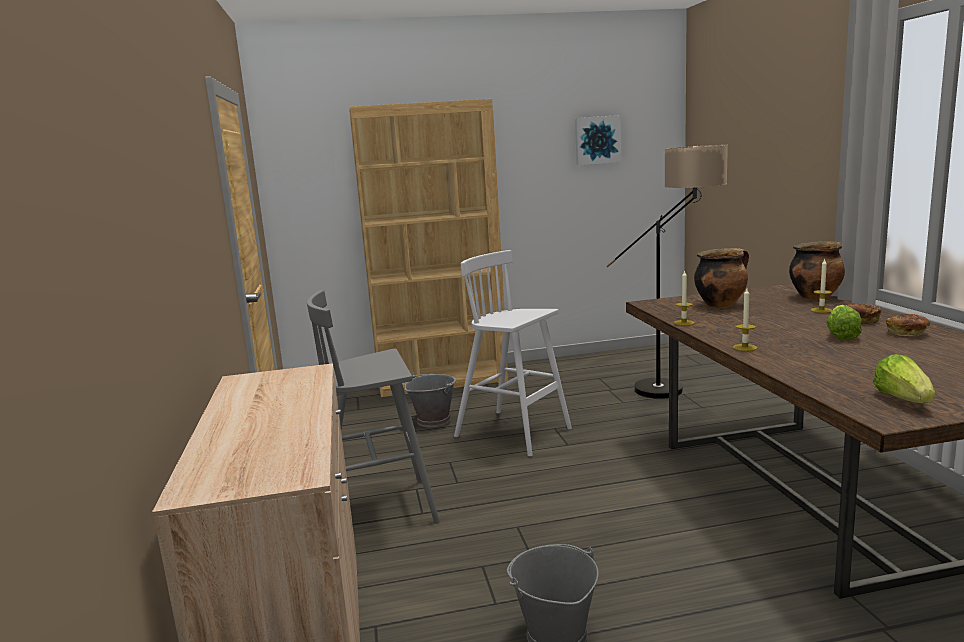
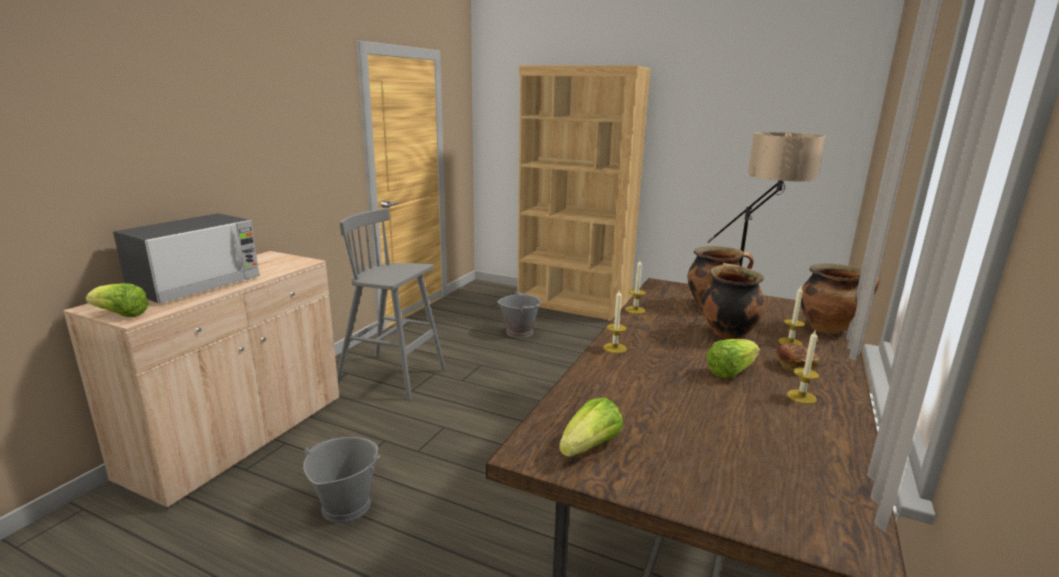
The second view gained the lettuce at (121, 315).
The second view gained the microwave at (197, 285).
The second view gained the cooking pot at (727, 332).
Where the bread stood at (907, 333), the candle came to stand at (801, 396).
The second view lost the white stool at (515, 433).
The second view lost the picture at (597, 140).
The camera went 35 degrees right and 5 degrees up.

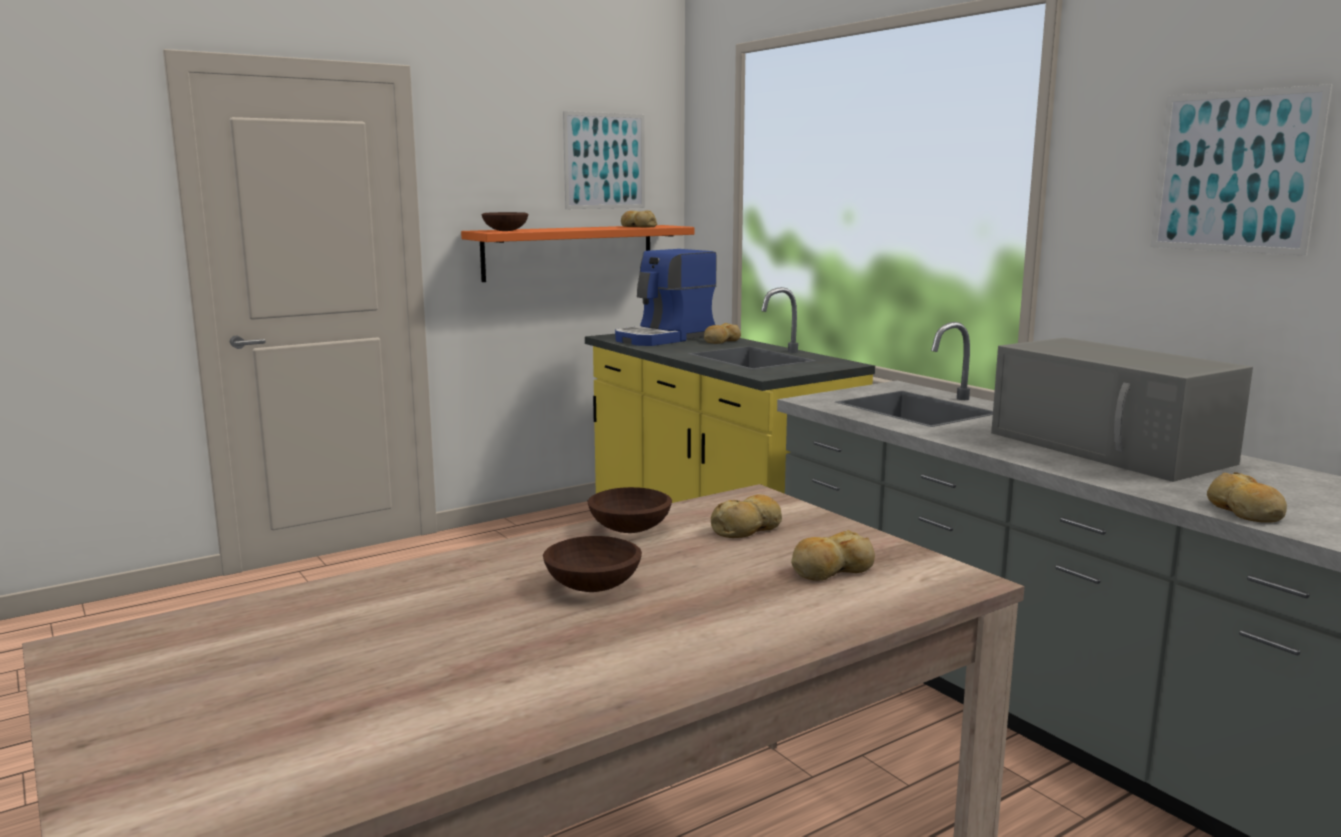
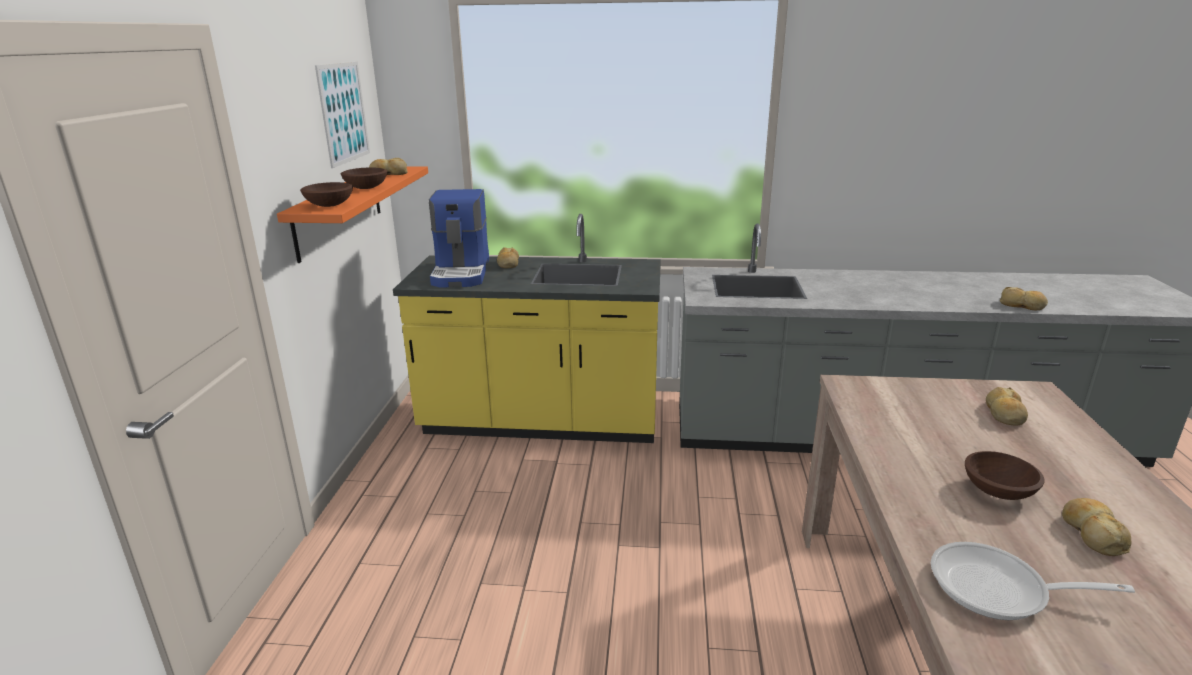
The brown bowl ended up elsewhere, having gone from (629, 529) to (366, 188).
The second view gained the frying pan at (998, 590).
The bread ended up elsewhere, having gone from (748, 528) to (1092, 533).
The second view lost the grey microwave at (1111, 448).
The second view lost the picture at (1234, 172).
The camera went 50 degrees left and 10 degrees up.

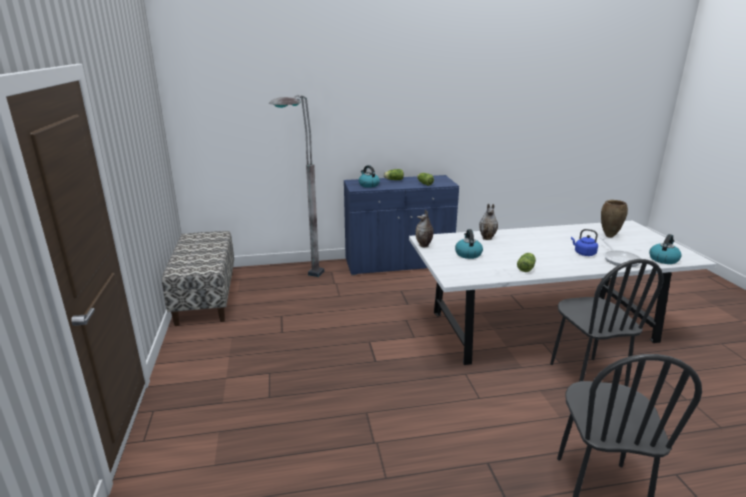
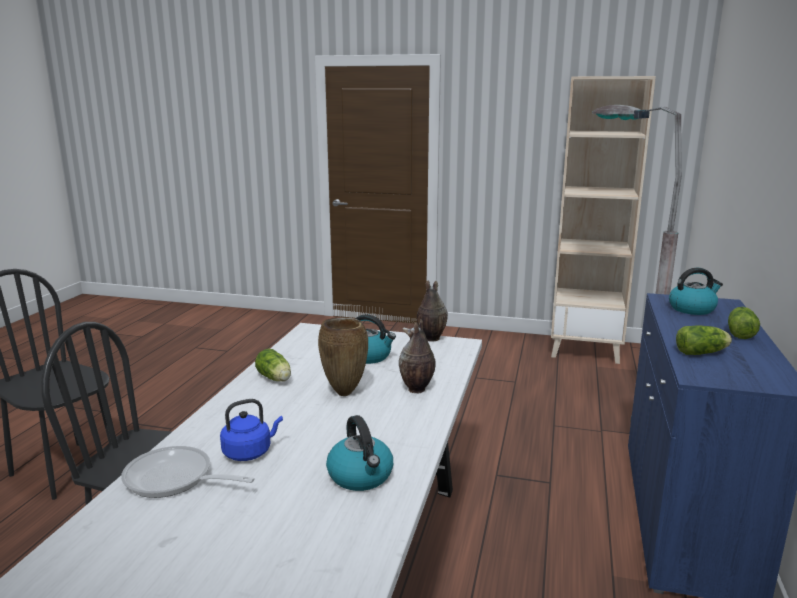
The brown vase ended up elsewhere, having gone from (608, 236) to (345, 393).
The kettle ended up elsewhere, having gone from (663, 259) to (361, 476).
Where the bench stood at (205, 297), the beige bookcase came to stand at (585, 350).
The camera went 115 degrees right and 5 degrees down.

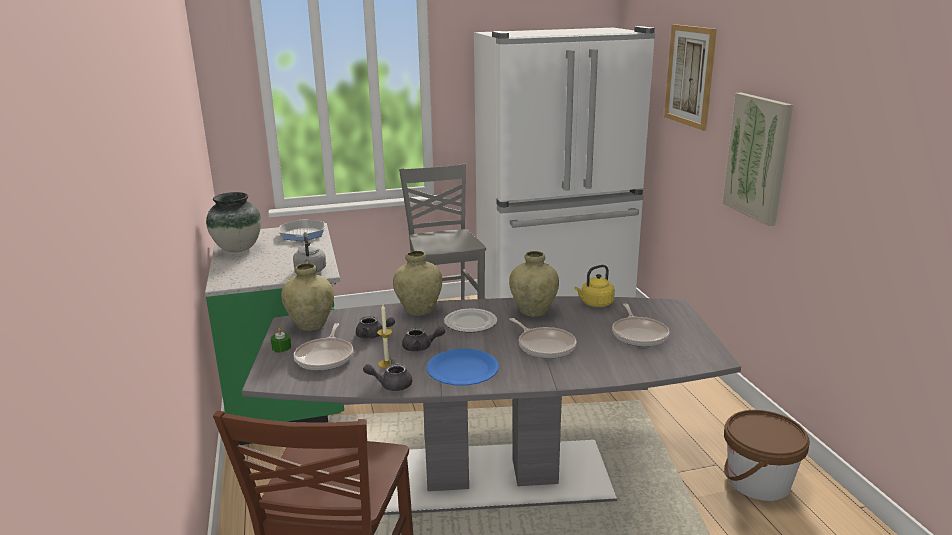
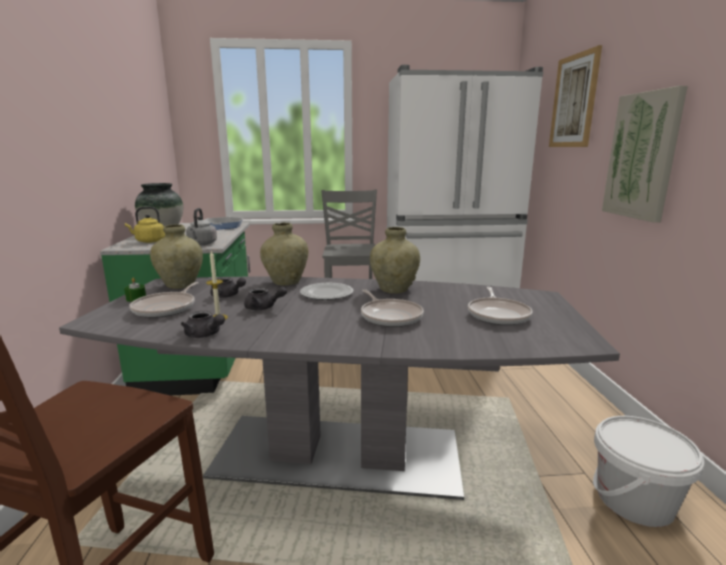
The yellow kettle ended up elsewhere, having gone from (595, 304) to (149, 241).
The grey teapot at (391, 384) ended up facing another way, 150 degrees counterclockwise from before.
What was the brown bucket at (758, 481) turned into the white bucket at (634, 500).
The second view lost the blue plate at (462, 369).
The camera went 10 degrees right and 5 degrees down.

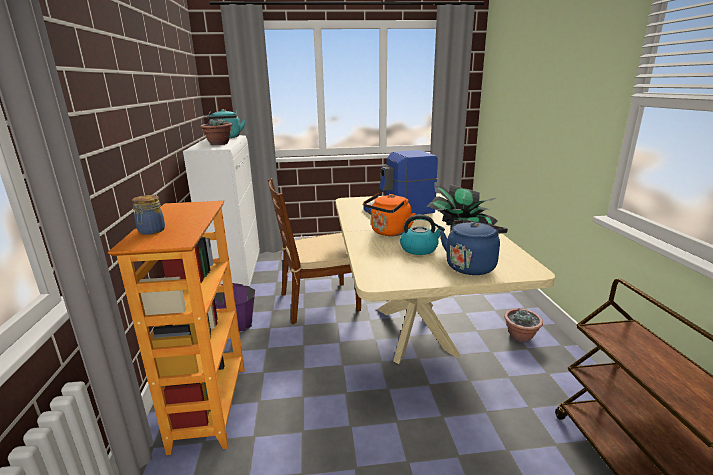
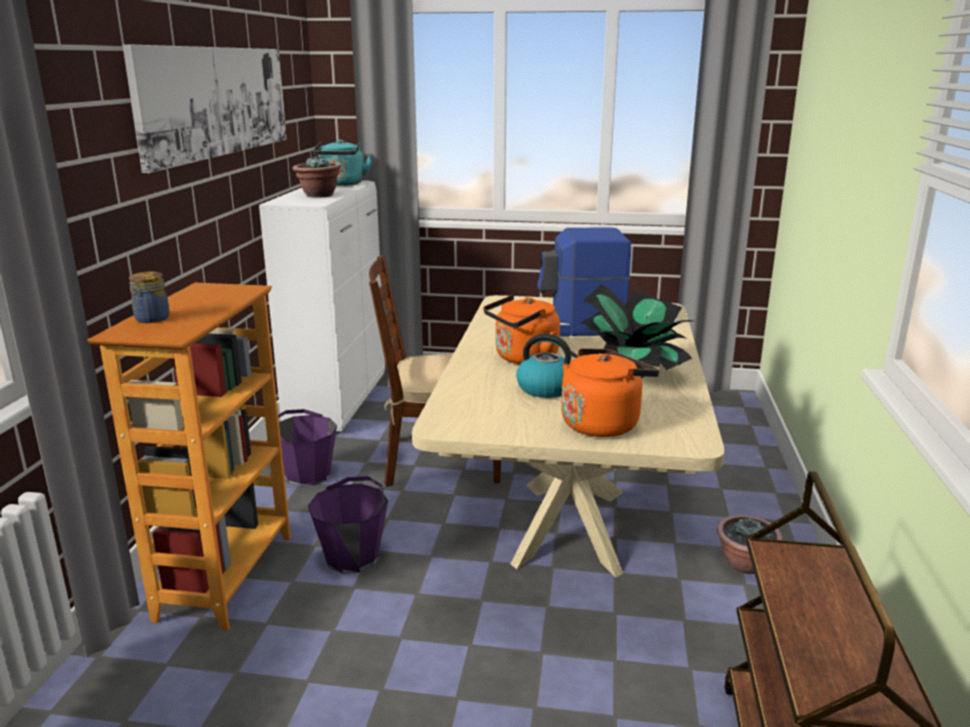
The second view gained the picture at (217, 101).
The second view gained the purple bucket at (352, 557).
What was the blue kettle at (471, 266) turned into the orange kettle at (603, 423).
The camera went 15 degrees right and 0 degrees up.

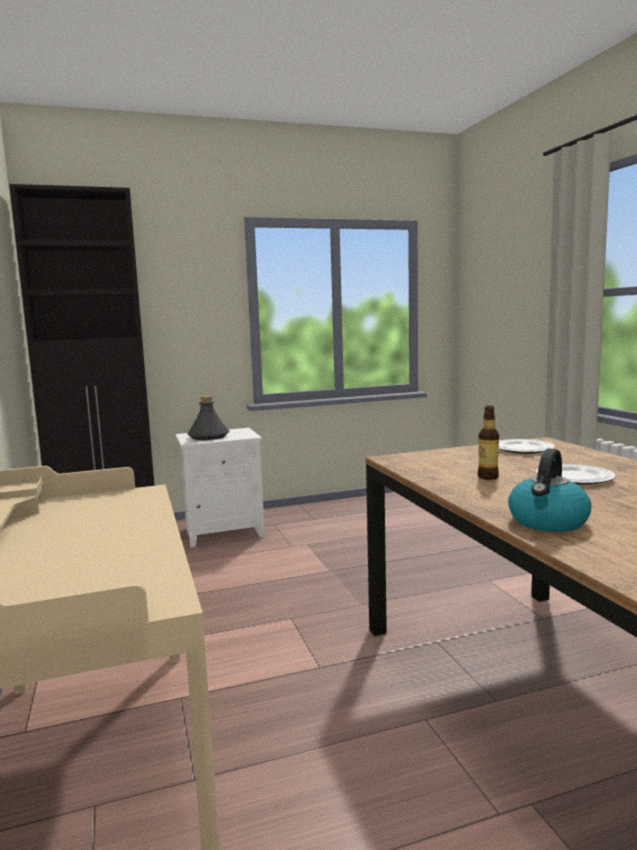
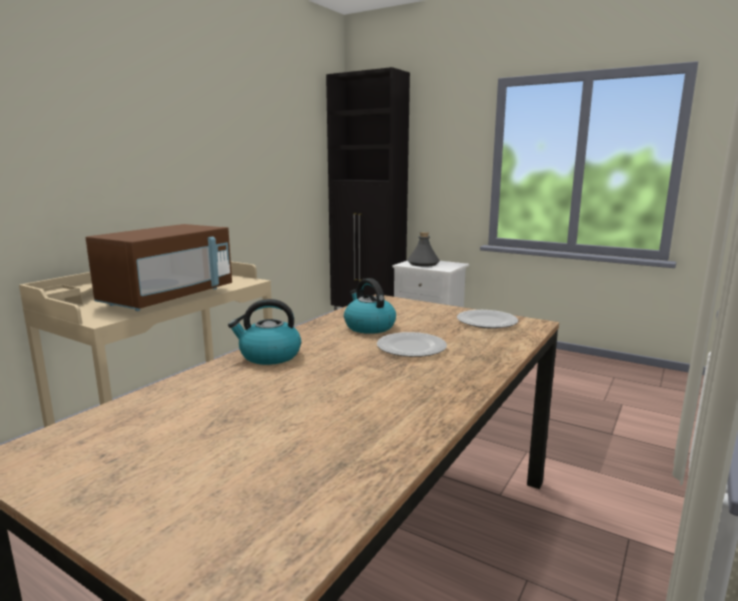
The second view gained the brown microwave at (169, 297).
Where the bottle stood at (488, 477), the kettle came to stand at (369, 327).
The camera went 50 degrees right and 5 degrees up.

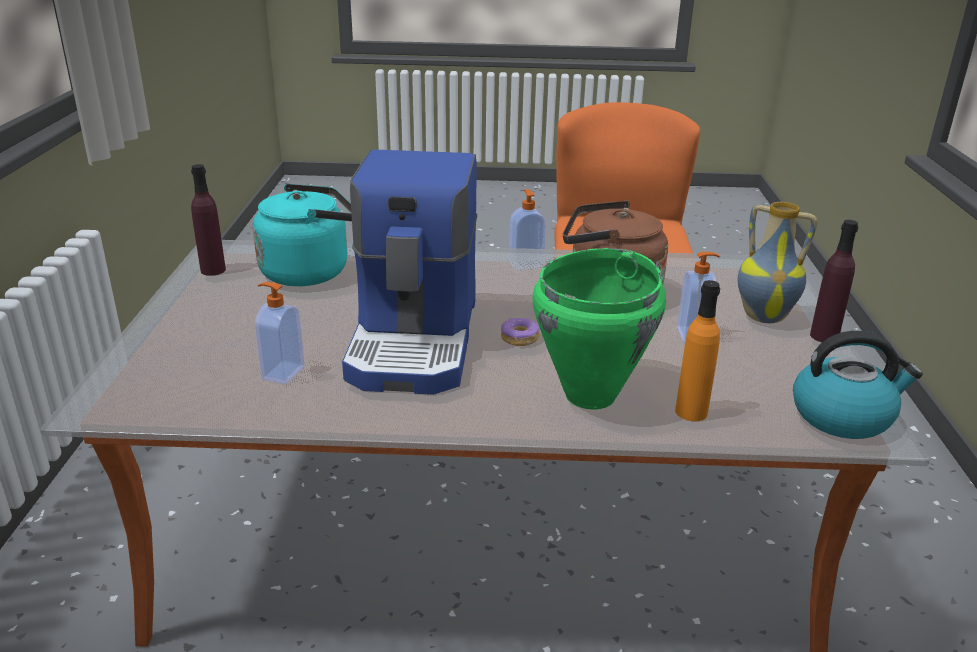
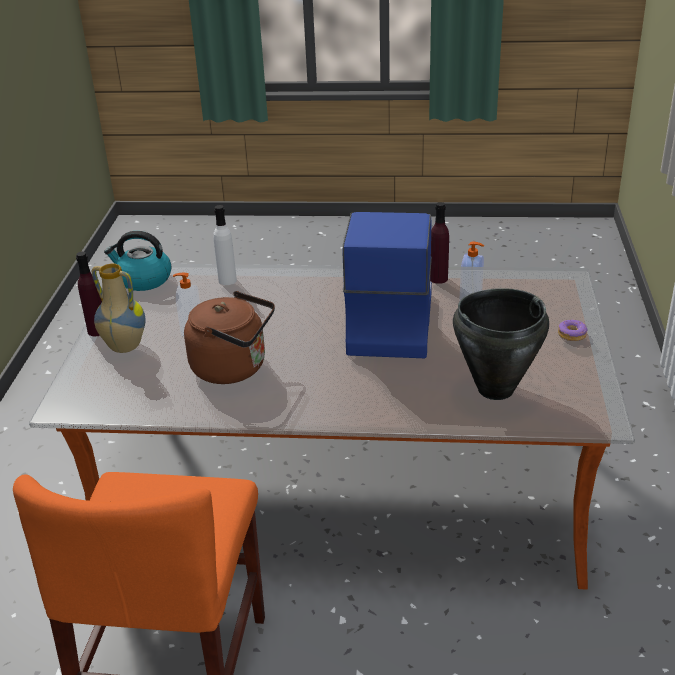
What was the orange bottle at (691, 412) turned into the white bottle at (227, 280).
The purple bottle ended up elsewhere, having gone from (213, 270) to (438, 279).
Where the turquoise kettle stood at (310, 271), the black cooking pot came to stand at (494, 389).
The donut ended up elsewhere, having gone from (519, 338) to (572, 335).
The second view lost the soap dispenser at (525, 264).
The second view lost the green cooking pot at (591, 395).
The camera went 175 degrees left and 5 degrees up.

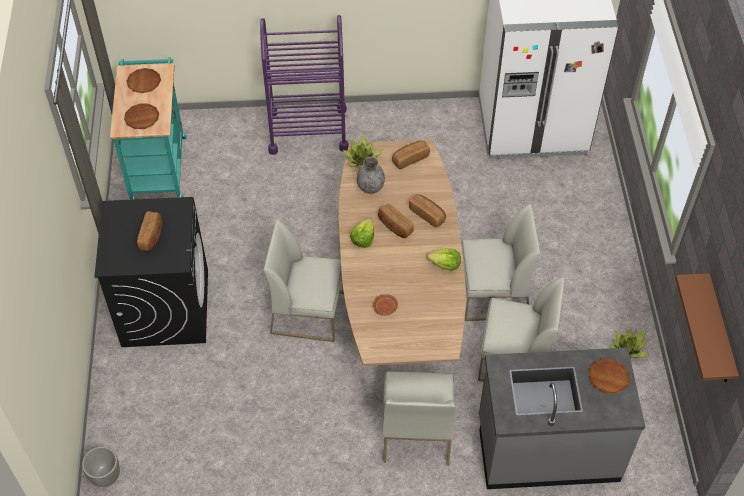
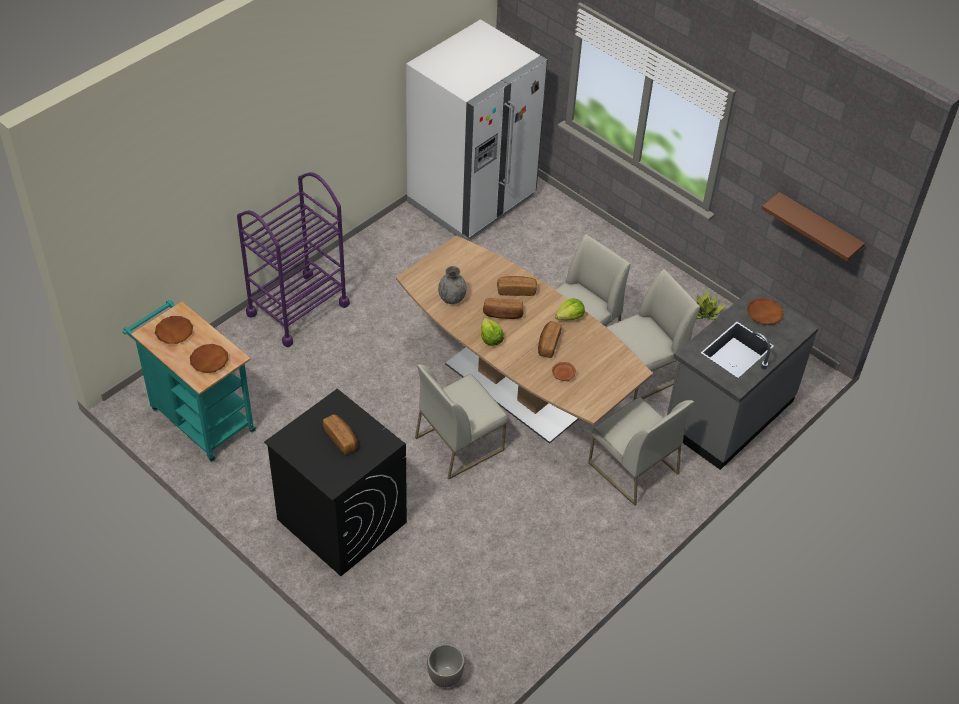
The bread ended up elsewhere, having gone from (410, 158) to (548, 344).
The second view lost the potted plant at (362, 158).
The camera went 45 degrees left and 5 degrees down.

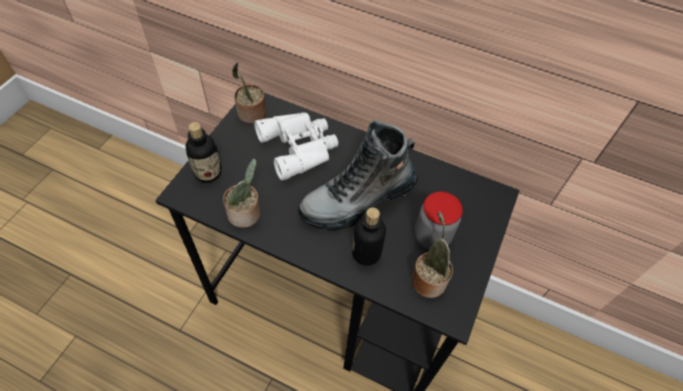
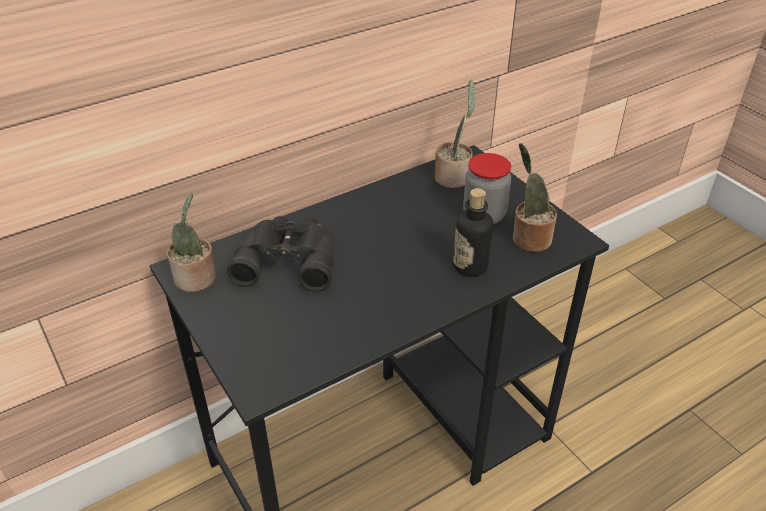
What was the white binoculars at (300, 146) turned into the black binoculars at (288, 258).
The potted plant ended up elsewhere, having gone from (246, 214) to (453, 176).
The second view lost the bottle at (208, 173).
The second view lost the boot at (358, 200).
The camera went 55 degrees left and 15 degrees down.

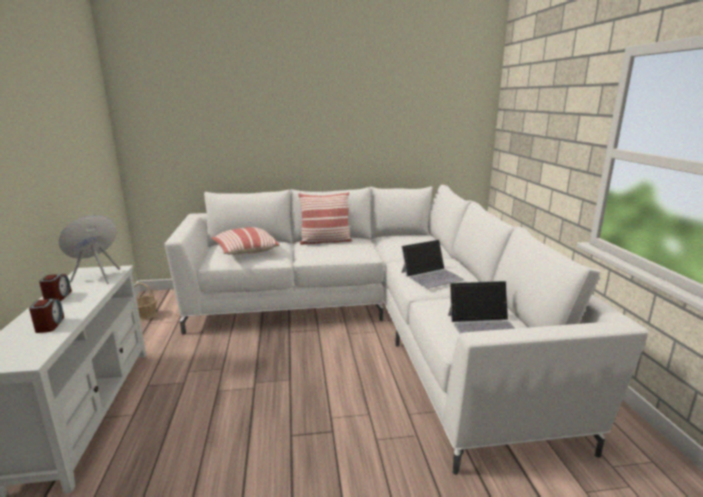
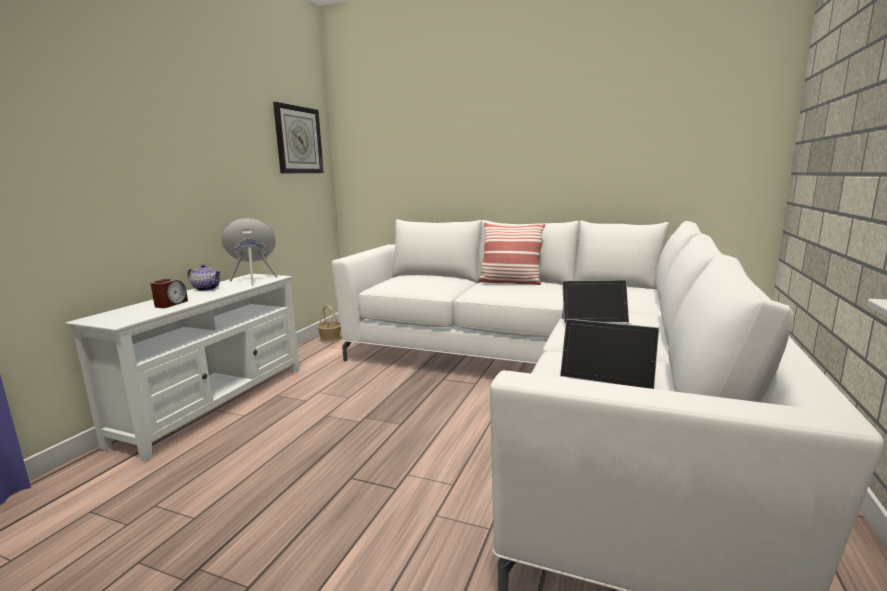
Where the alarm clock stood at (58, 297), the teapot came to stand at (206, 289).
The second view gained the wall clock at (298, 140).
The second view lost the pillow at (245, 251).
The camera went 30 degrees right and 5 degrees down.

